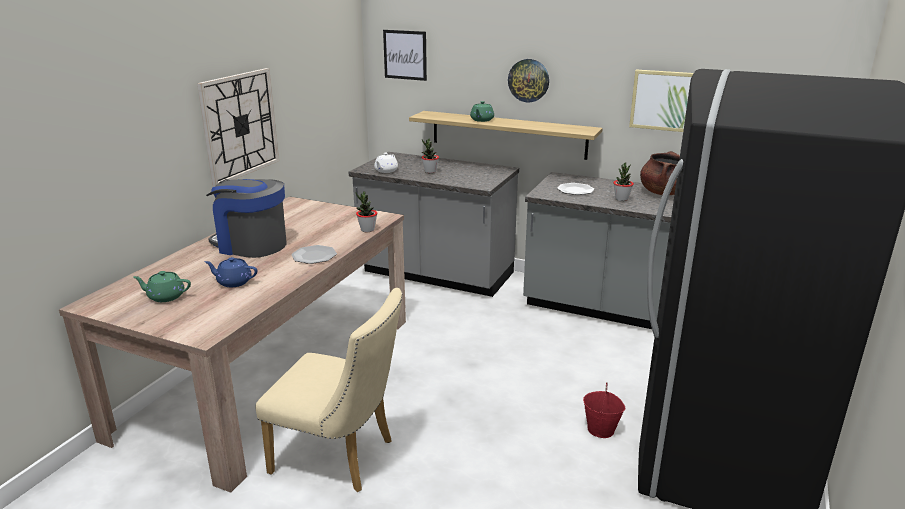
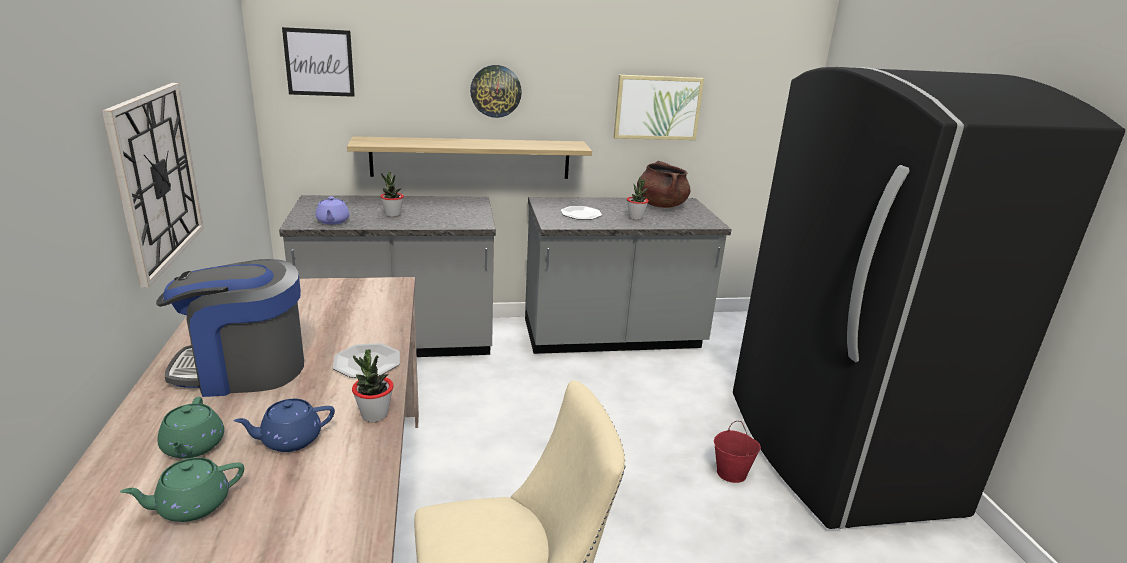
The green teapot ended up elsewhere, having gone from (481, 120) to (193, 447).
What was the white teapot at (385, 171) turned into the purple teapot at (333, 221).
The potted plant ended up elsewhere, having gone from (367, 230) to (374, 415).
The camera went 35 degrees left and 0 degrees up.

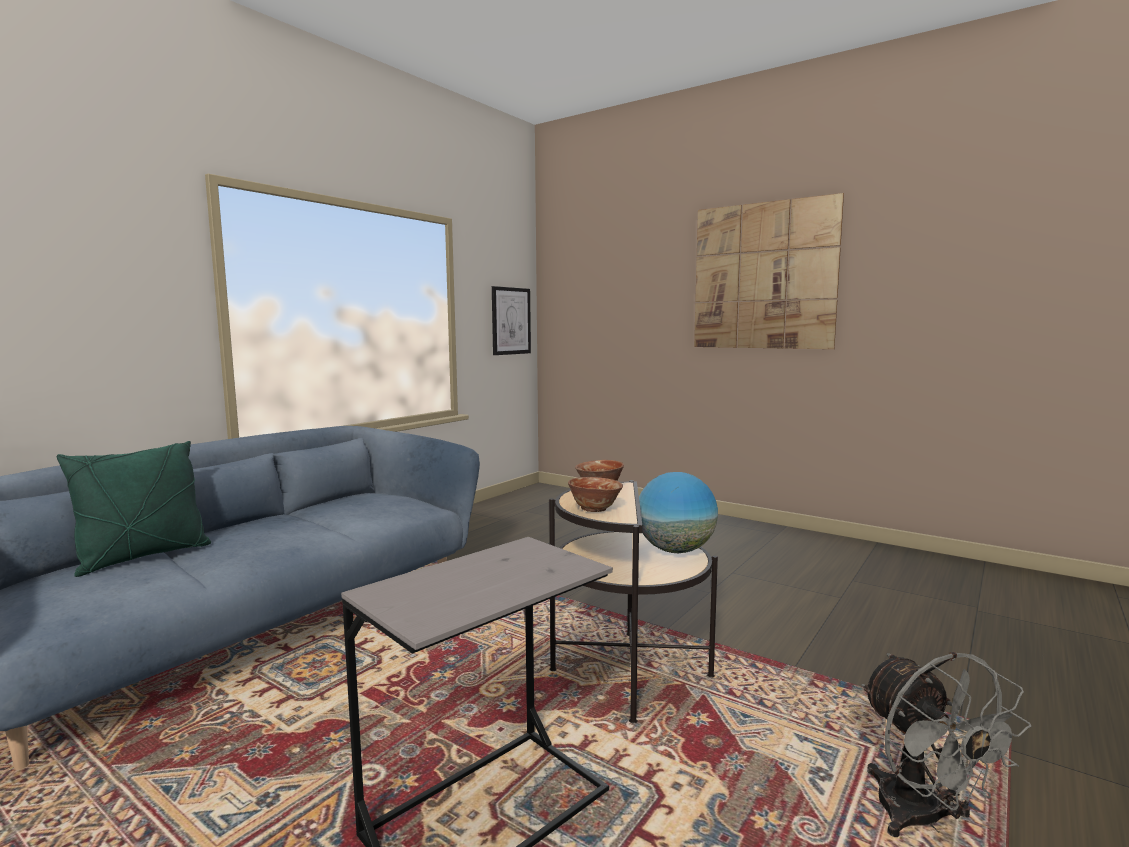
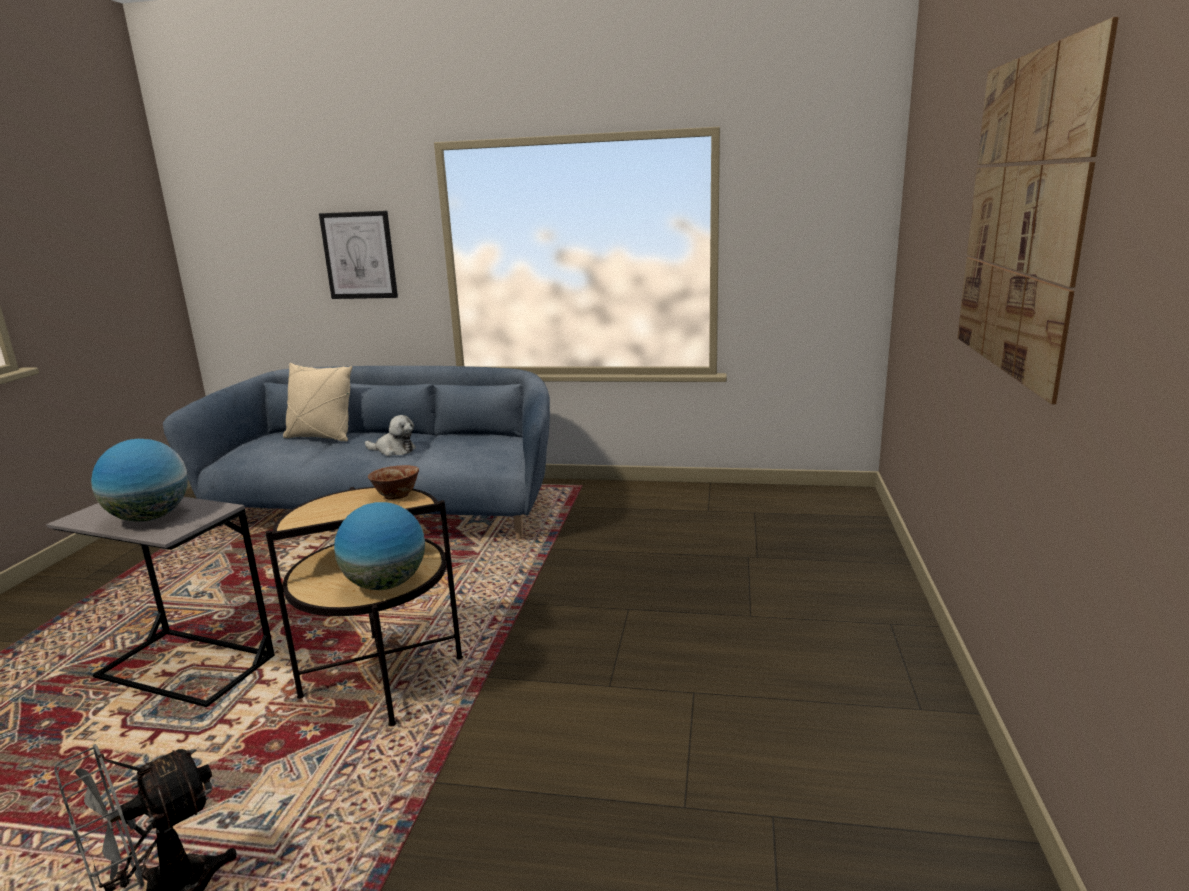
The second view gained the globe at (150, 517).
What was the green pillow at (143, 557) turned into the beige pillow at (321, 437).
The picture ended up elsewhere, having gone from (511, 321) to (359, 255).
The second view gained the plush toy at (394, 450).
The second view lost the bowl at (594, 509).
The camera went 65 degrees right and 10 degrees up.

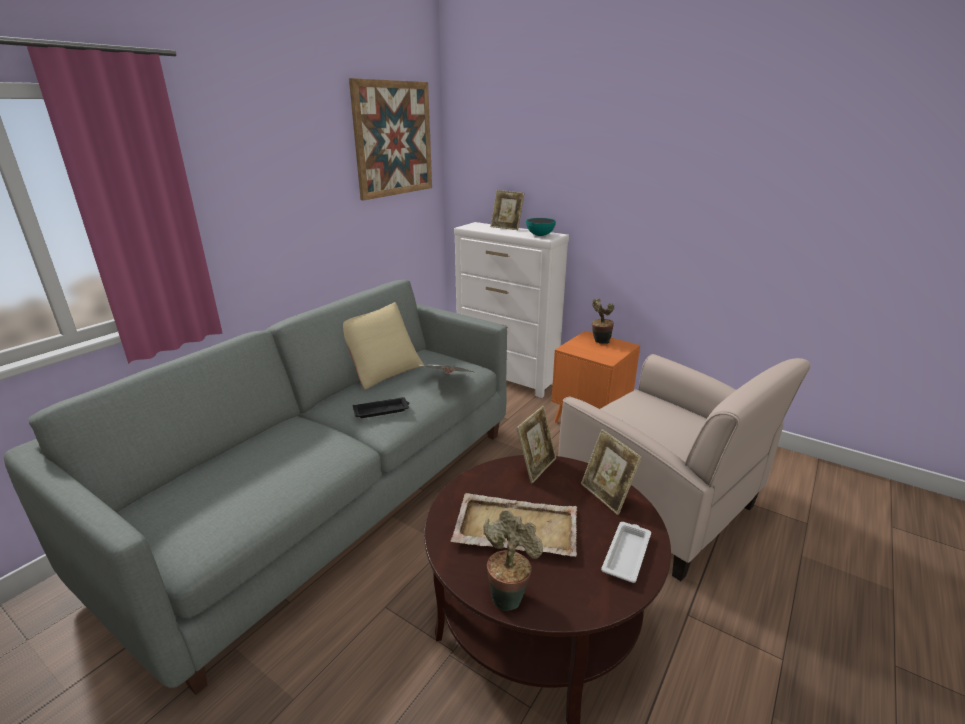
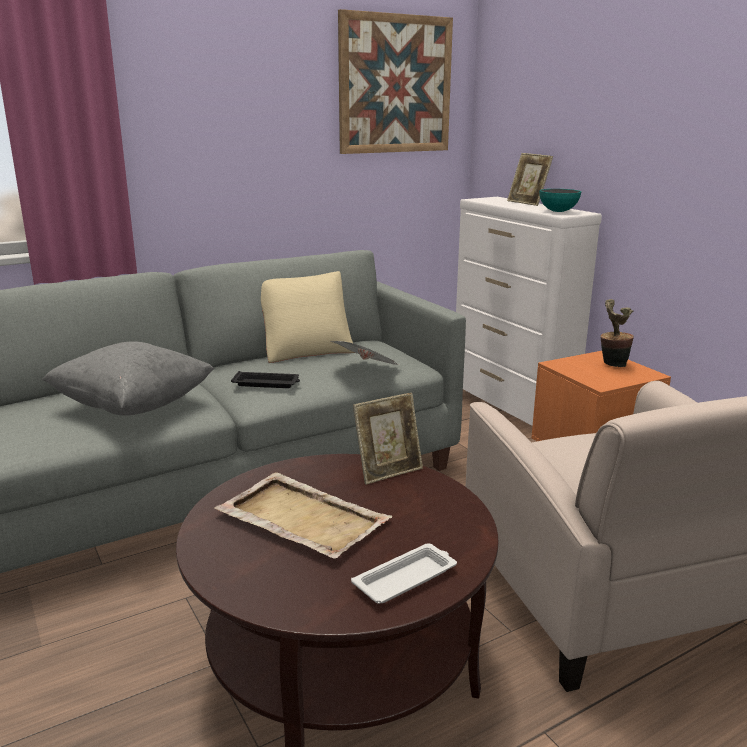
The second view gained the grey pillow at (133, 406).
The second view lost the potted plant at (508, 595).
The second view lost the picture frame at (606, 496).
The camera went 25 degrees right and 5 degrees down.

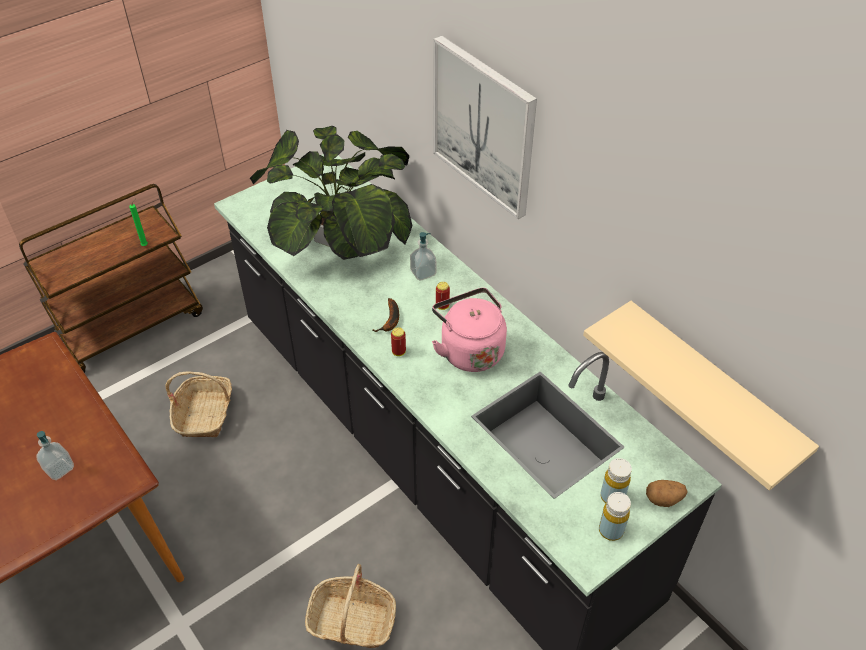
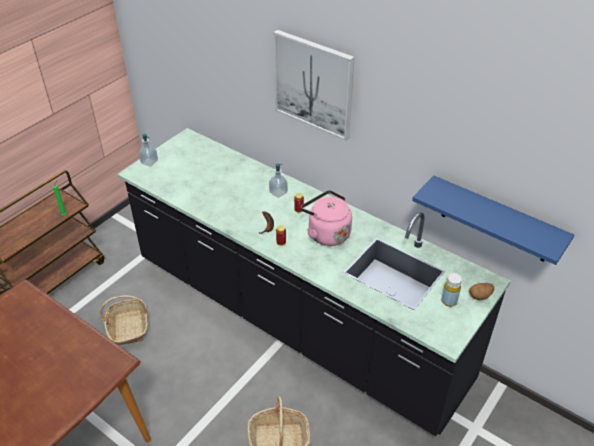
The soap dispenser ended up elsewhere, having gone from (59, 468) to (149, 162).
What was the beige shelf at (710, 391) turned into the blue shelf at (495, 220).
The second view lost the potted plant at (340, 235).
The second view lost the yellow bottle at (611, 530).
The camera went 15 degrees left and 5 degrees down.

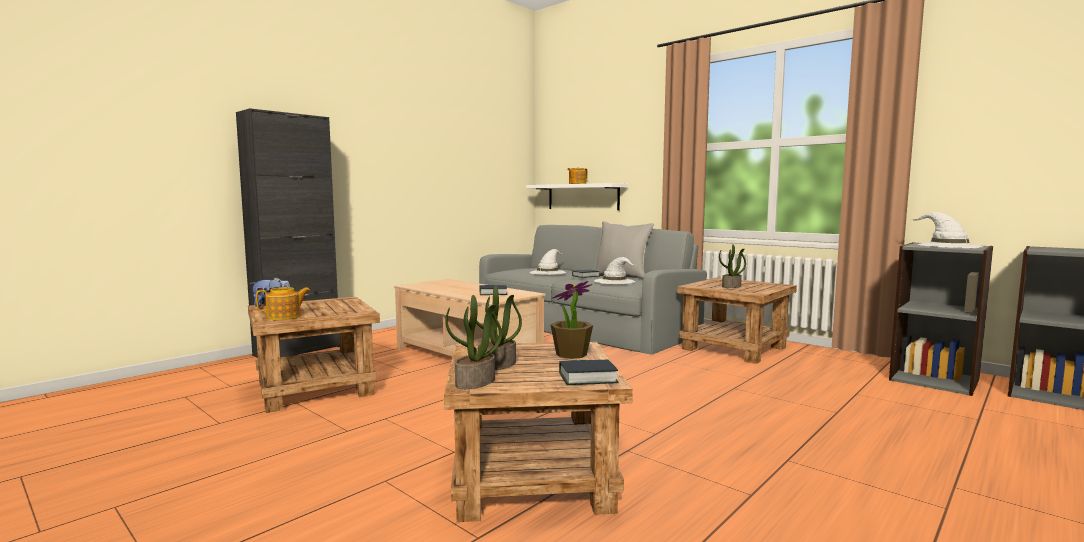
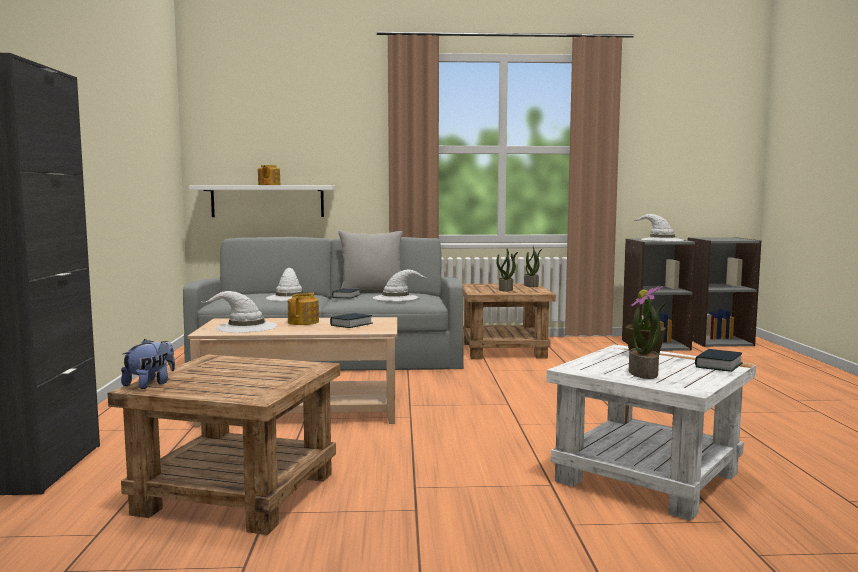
The second view gained the white hat at (245, 327).
The teapot ended up elsewhere, having gone from (284, 316) to (304, 322).
The potted plant ended up elsewhere, having gone from (475, 382) to (531, 285).
What was the brown side table at (533, 479) turned into the white side table at (650, 477).
The camera went 45 degrees left and 0 degrees up.

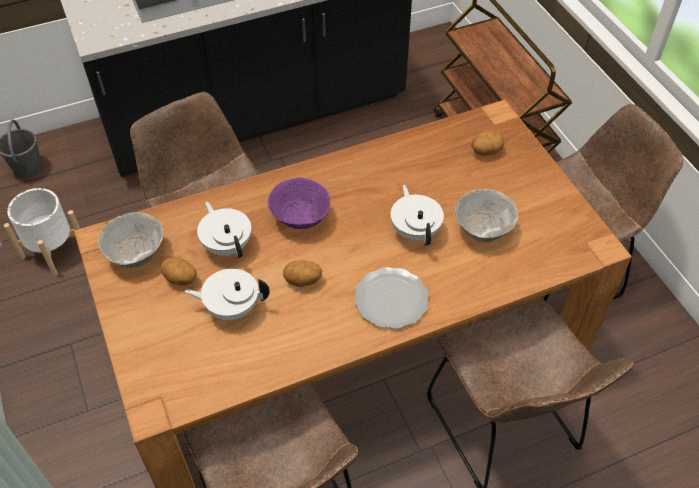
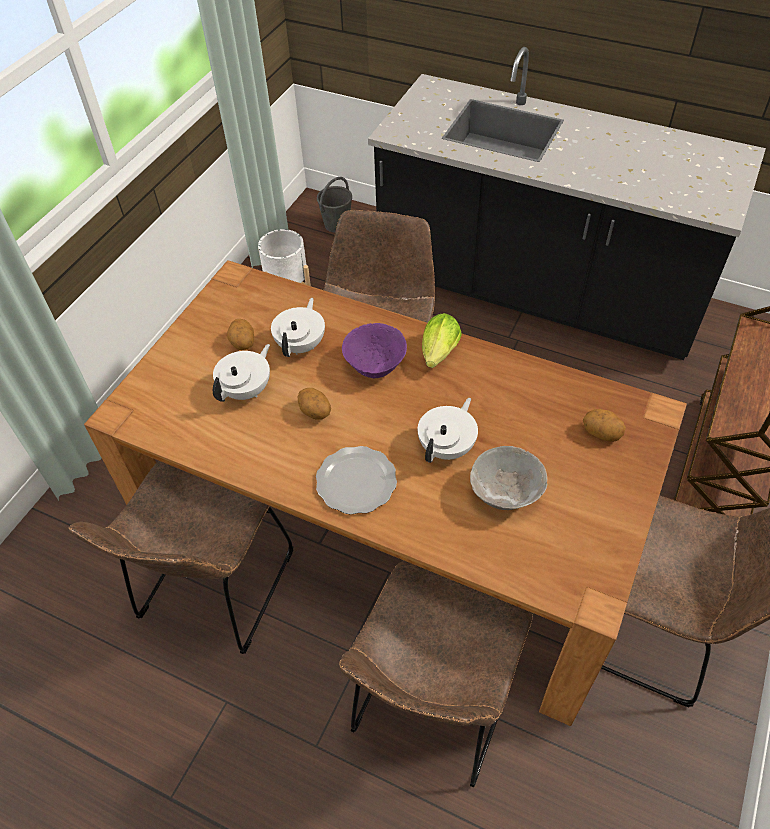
The white teapot at (232, 307) ended up facing another way, 75 degrees clockwise from before.
The second view gained the lettuce at (438, 355).
The second view lost the grey bowl at (137, 254).
The camera went 50 degrees right and 0 degrees up.

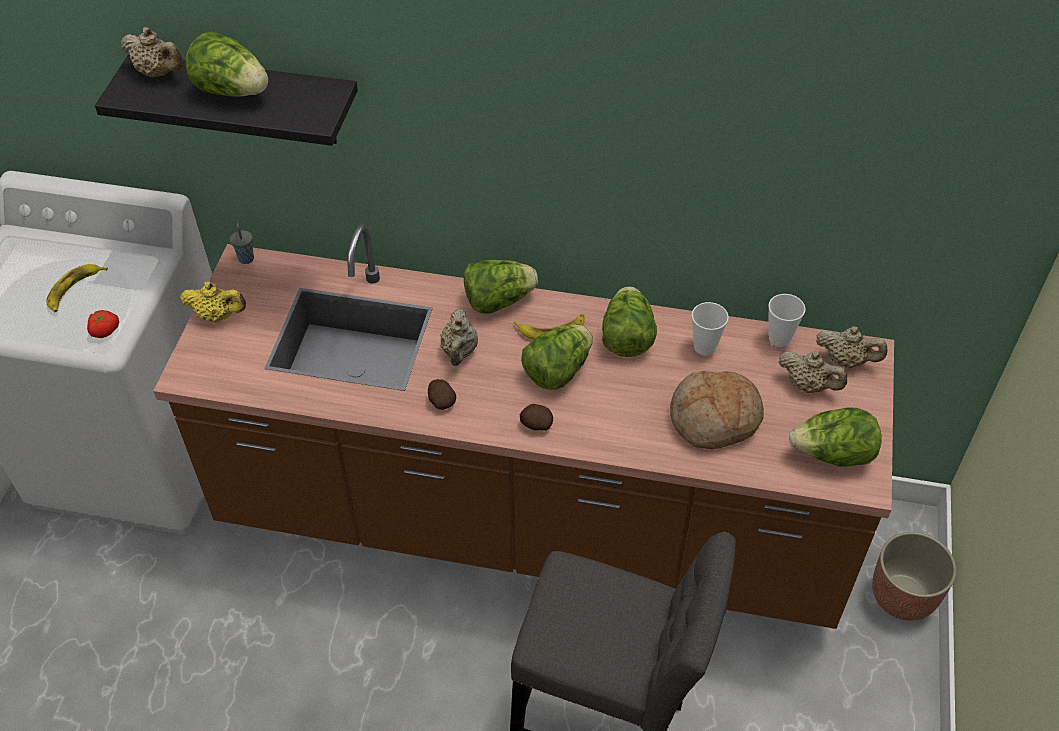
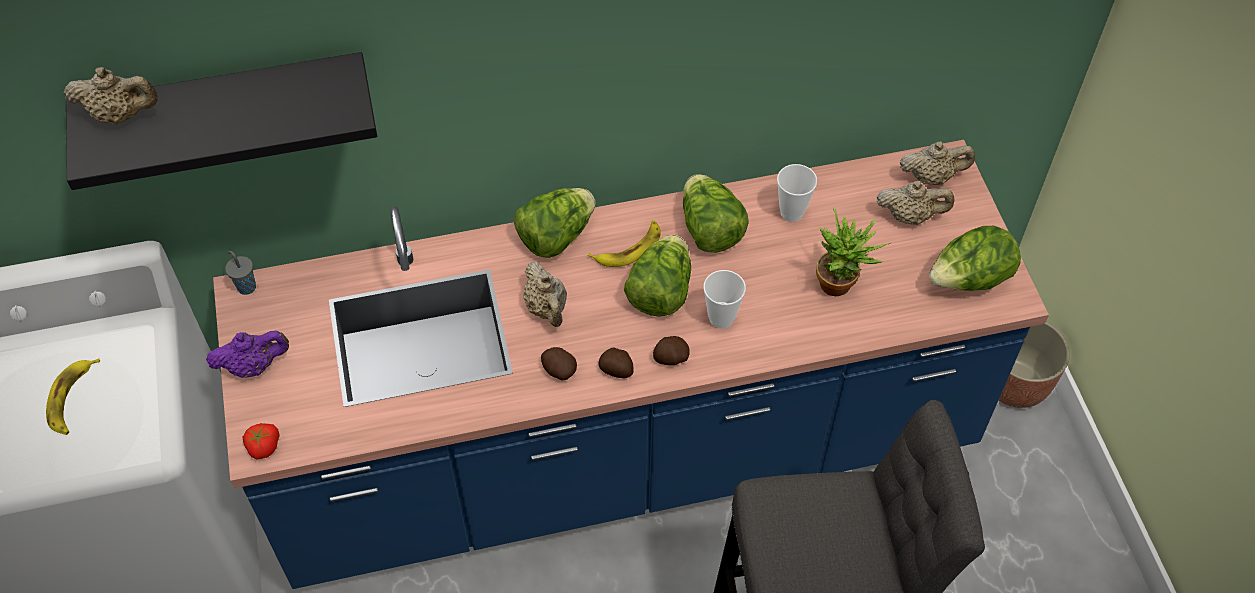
What was the yellow teapot at (218, 316) turned into the purple teapot at (254, 366).
What was the brown counter at (530, 522) turned into the blue counter at (627, 452).
The tomato ended up elsewhere, having gone from (104, 330) to (262, 446).
The second view gained the potato at (617, 370).
The cup ended up elsewhere, having gone from (779, 339) to (721, 318).
Where the bread stood at (715, 419), the potted plant came to stand at (841, 285).
The second view lost the lettuce at (232, 91).
The camera went 25 degrees left and 5 degrees up.

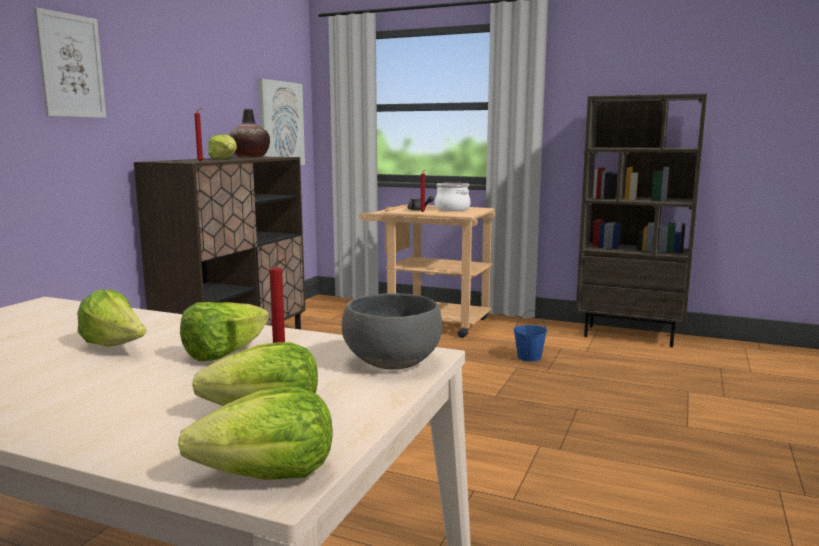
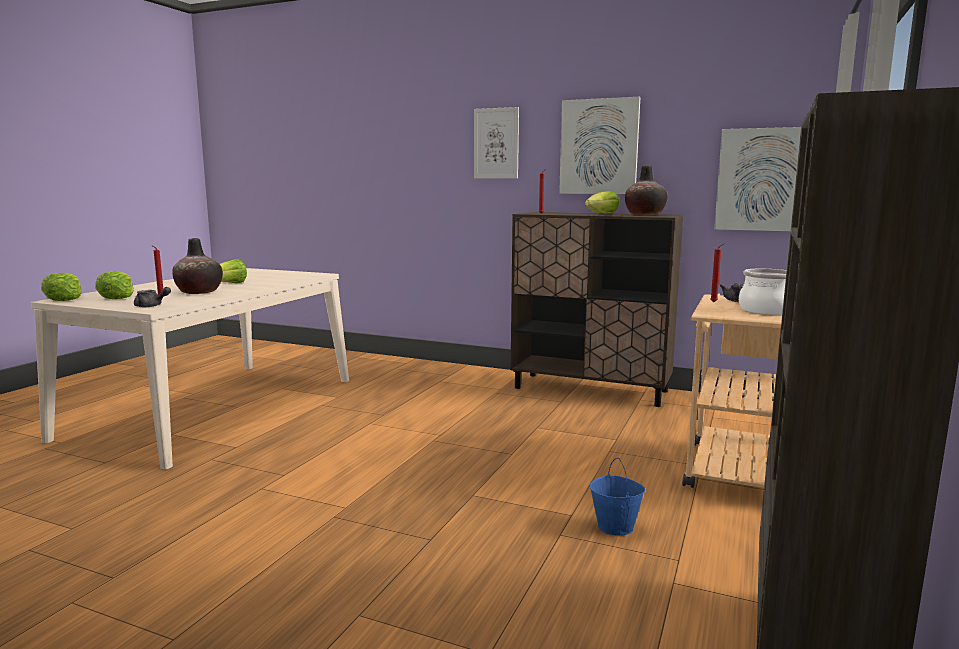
Where the grey bowl stood at (391, 361), the grey teapot came to stand at (151, 306).
Where the lettuce stood at (224, 354), the vase came to stand at (199, 292).
The second view gained the picture at (599, 147).
The camera went 90 degrees right and 0 degrees up.

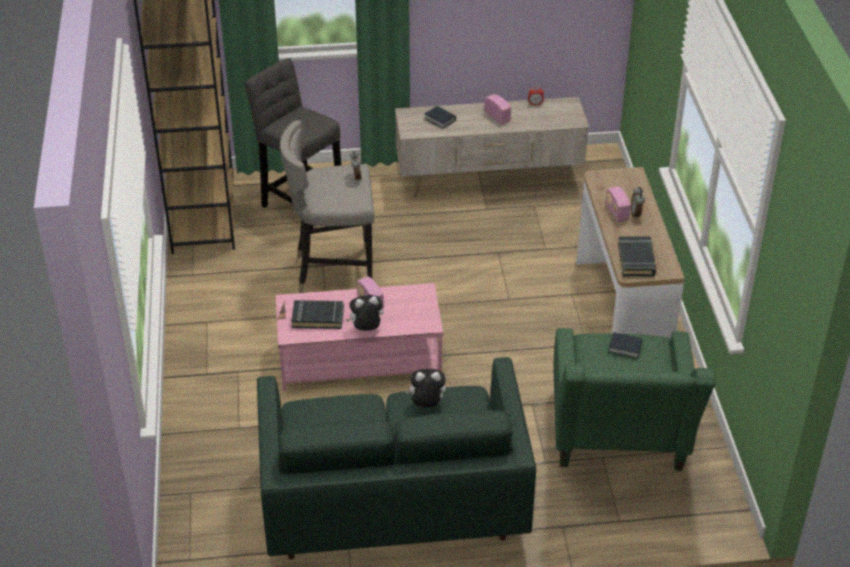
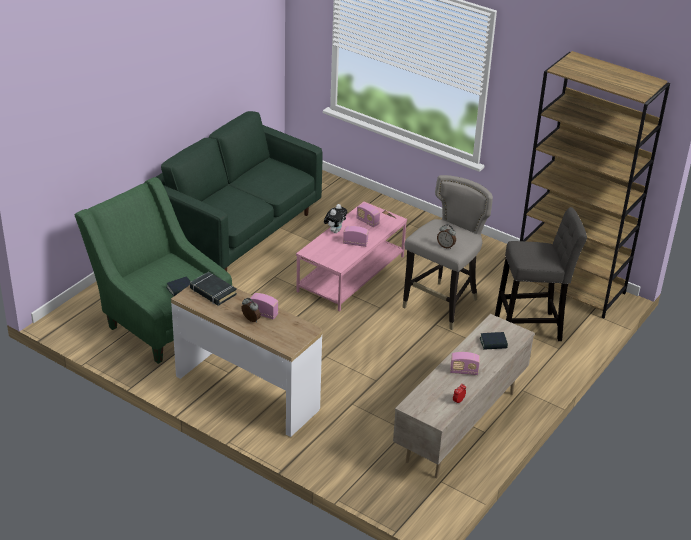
Where the black book stood at (318, 317), the radio came to stand at (367, 222).
The second view lost the plush toy at (426, 405).
The camera went 130 degrees right and 5 degrees down.

